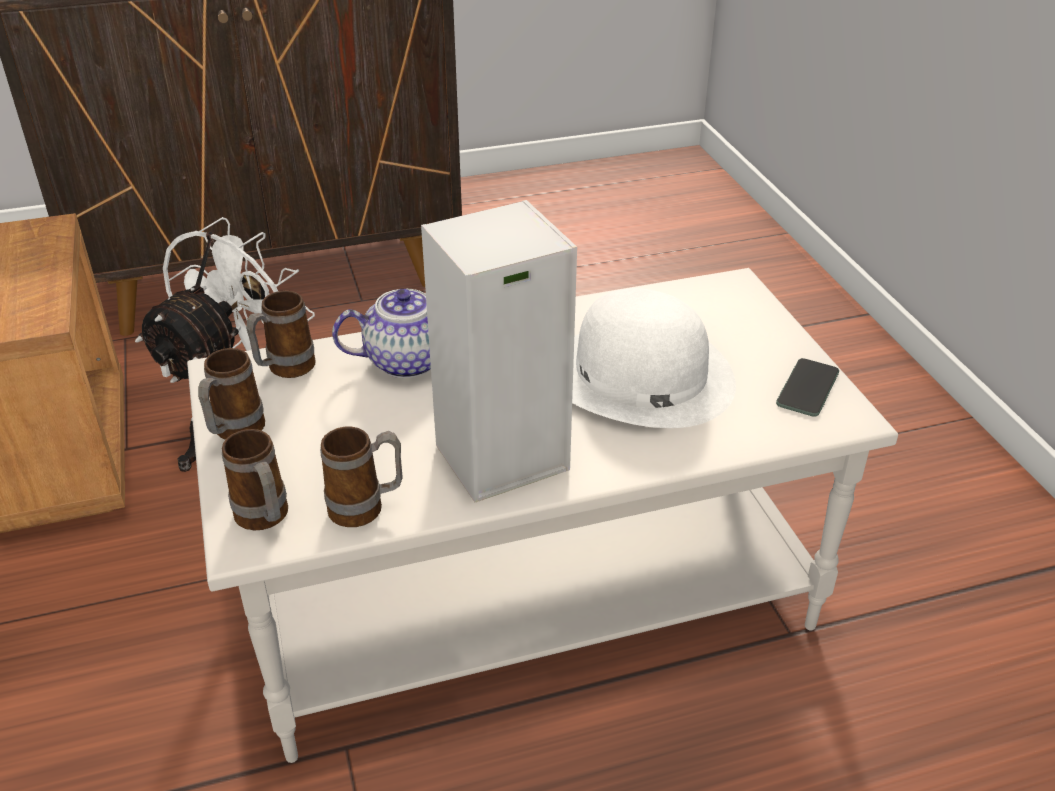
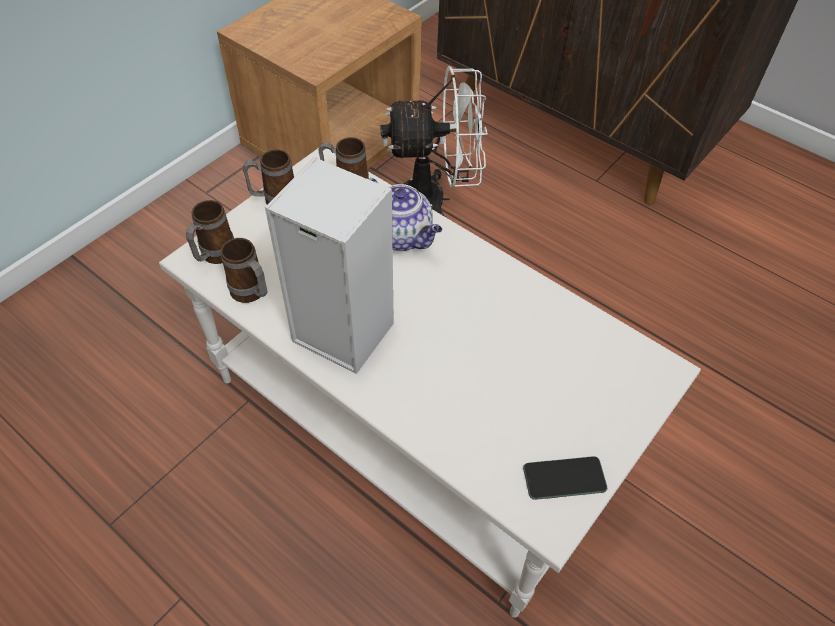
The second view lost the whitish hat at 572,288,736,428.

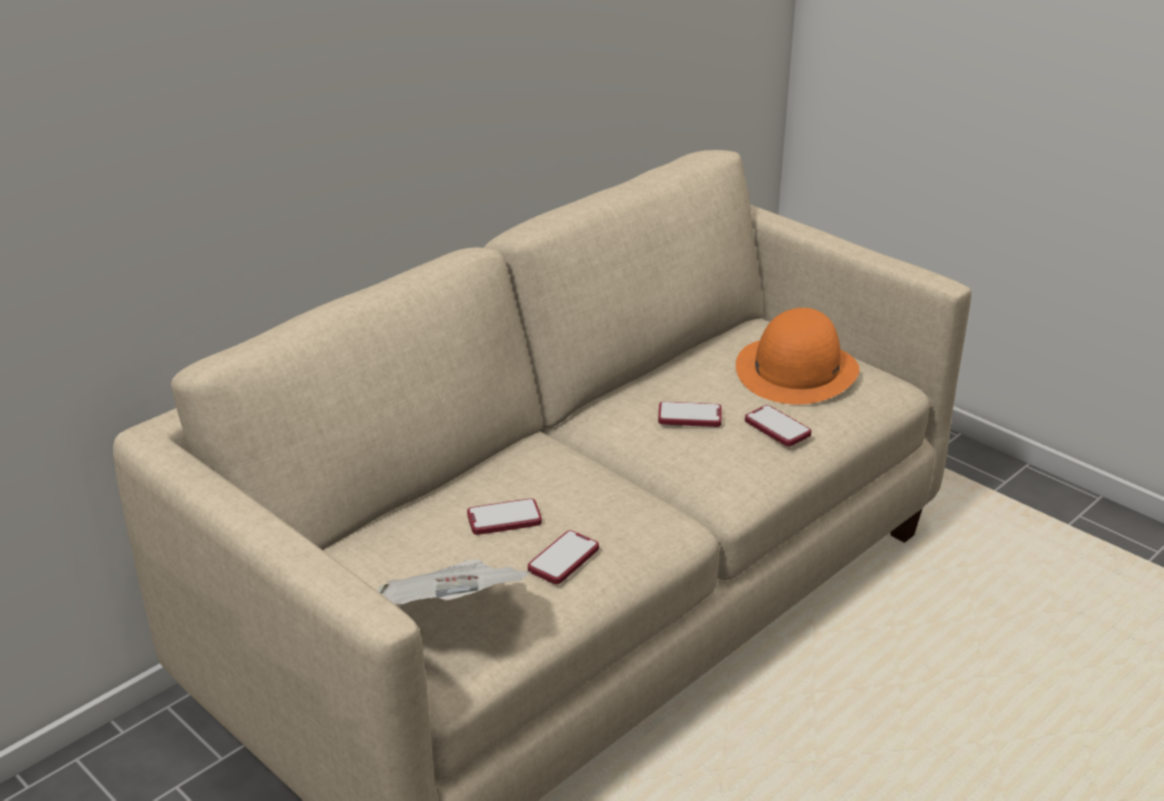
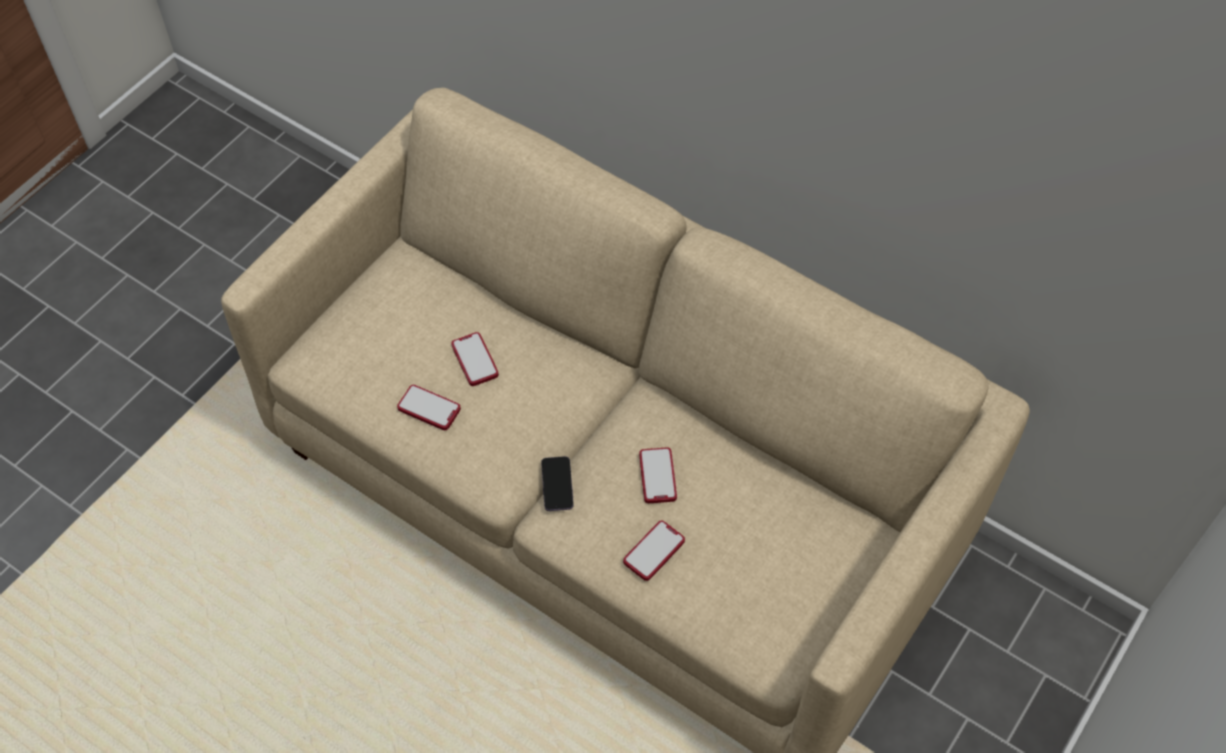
The second view lost the orange hat at 736,308,859,404.
The second view lost the printed paper at 377,559,531,604.
The second view gained the telephone at 541,456,574,511.

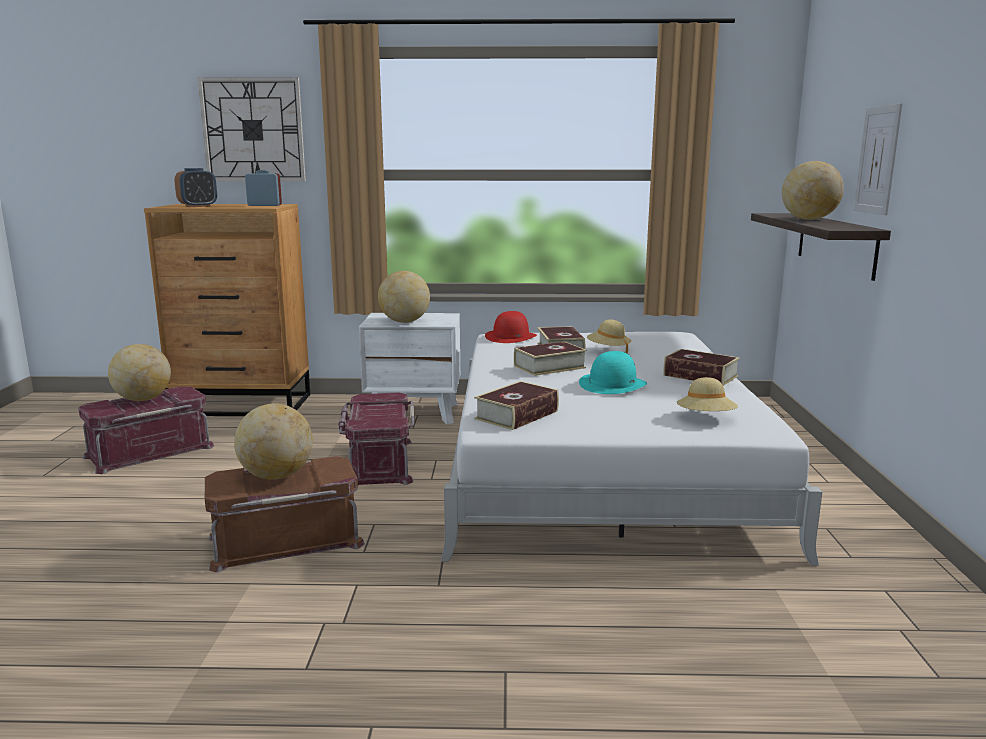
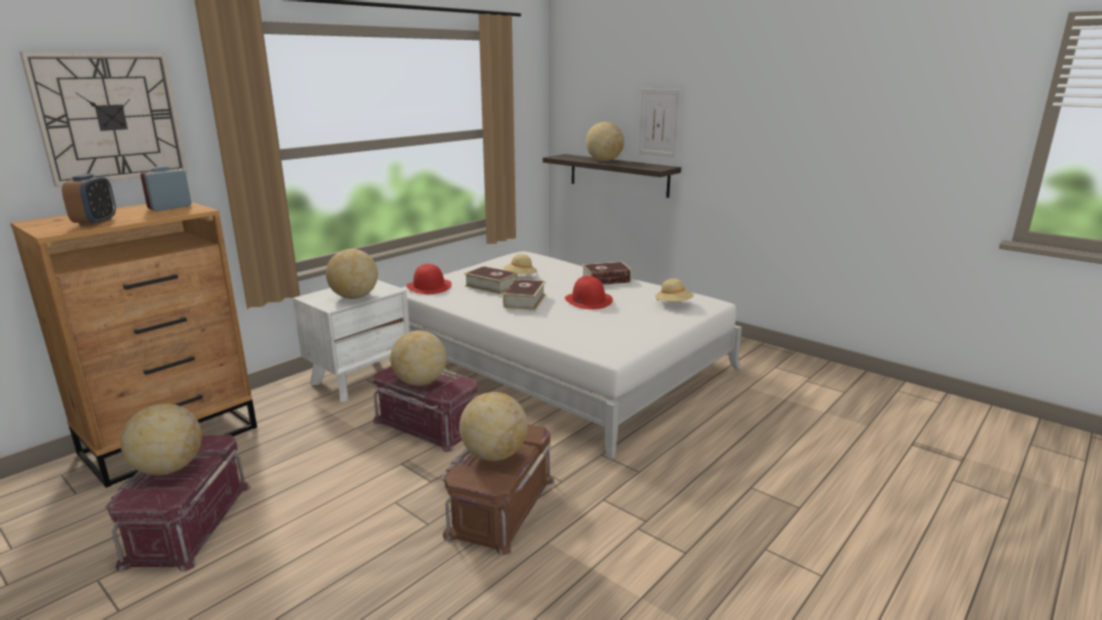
What was the turquoise-coloured hat at 579,351,647,394 turned into the red-coloured hat at 565,276,613,309.
The second view lost the bound book at 474,381,559,430.
The second view gained the globe at 390,330,447,386.

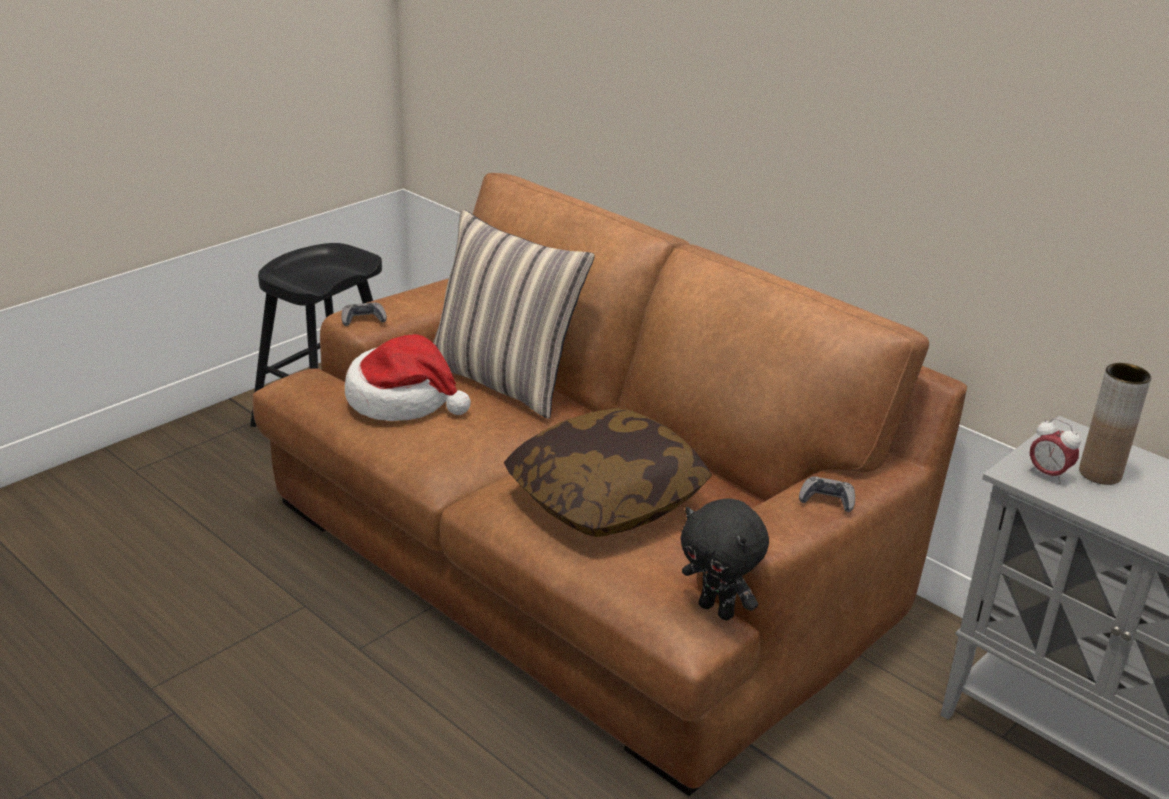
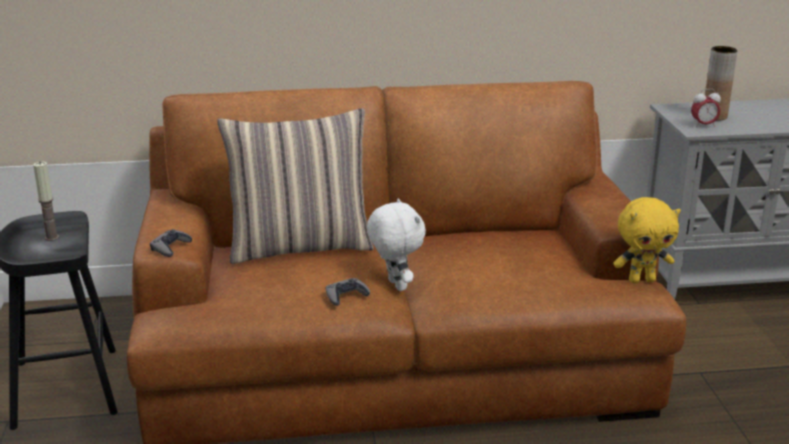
The second view lost the hat at 345,334,471,421.
The second view lost the pillow at 504,408,712,537.
The greyish gamepad ended up elsewhere, having gone from 799,476,855,512 to 326,278,370,306.
What was the black cuddly toy at 681,498,769,620 turned into the yellow-coloured cuddly toy at 613,197,681,283.
The second view gained the wax light at 33,162,59,241.
The second view gained the whitish cuddly toy at 367,198,426,291.

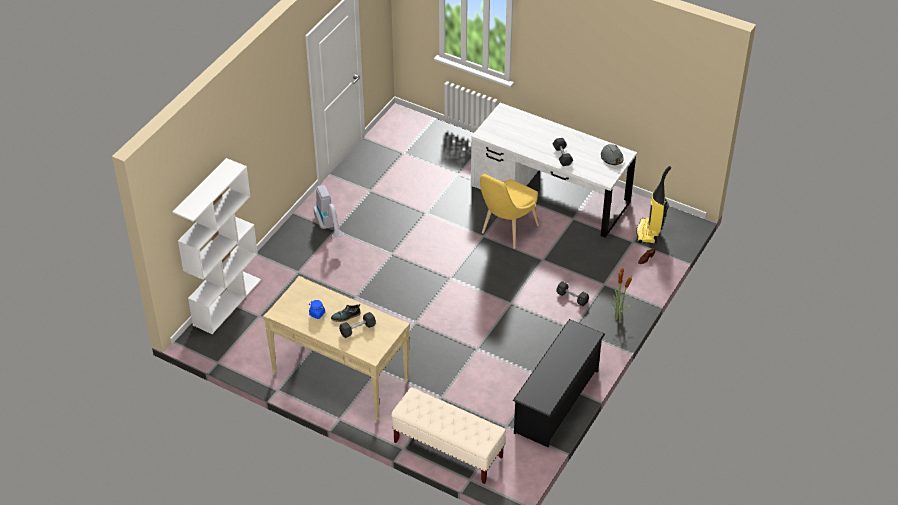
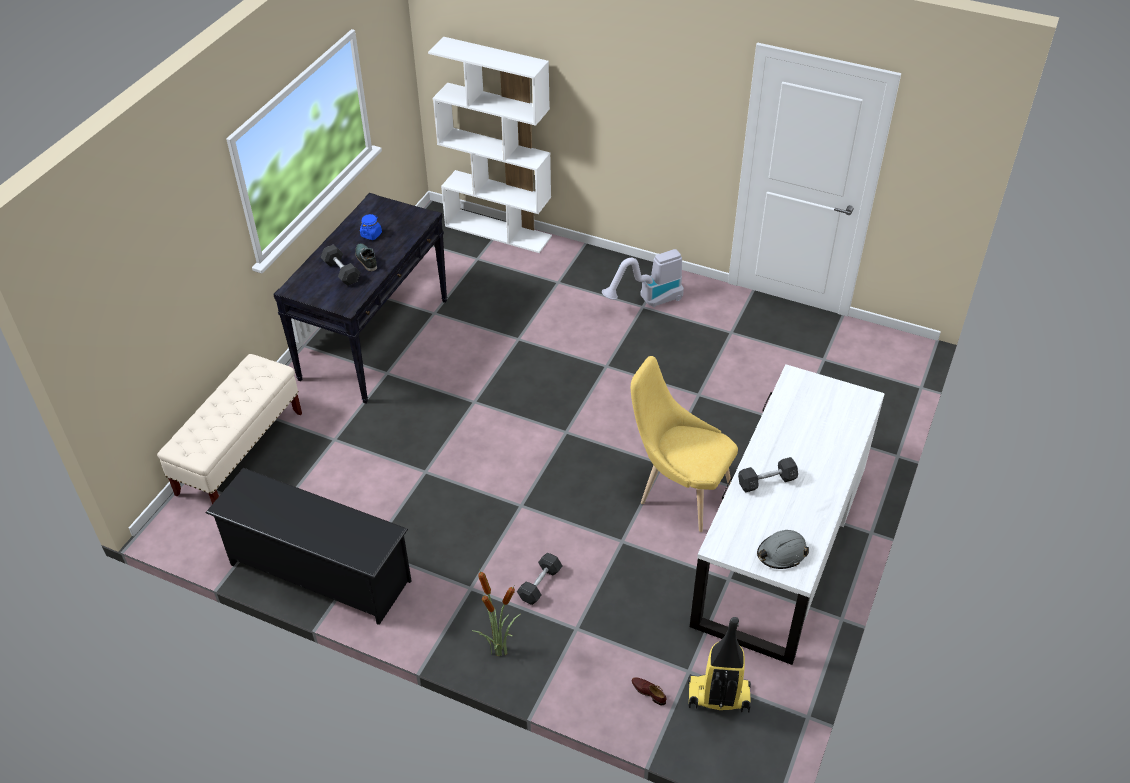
What was the beige-coloured narrow table at 263,276,410,421 turned into the black narrow table at 273,193,448,404.

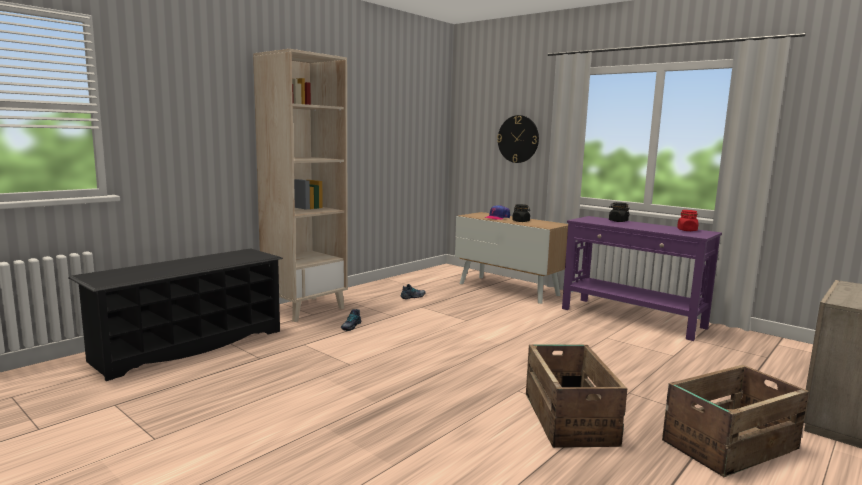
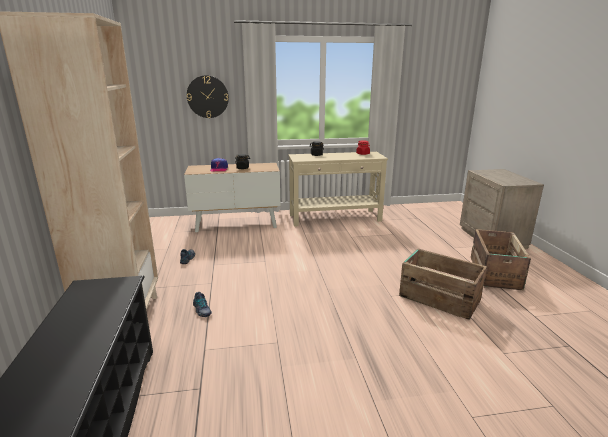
What was the purple-coloured narrow table at 562,216,722,341 turned into the beige-coloured narrow table at 288,152,388,227.

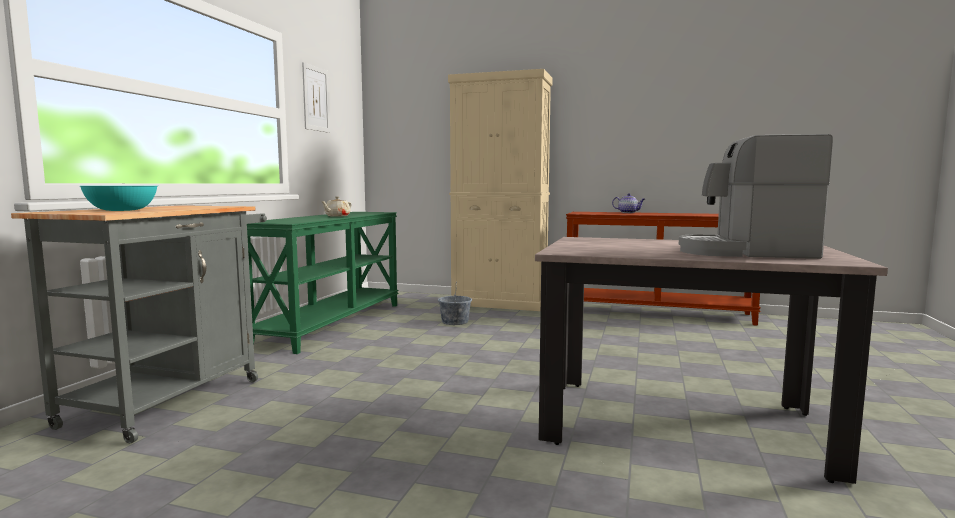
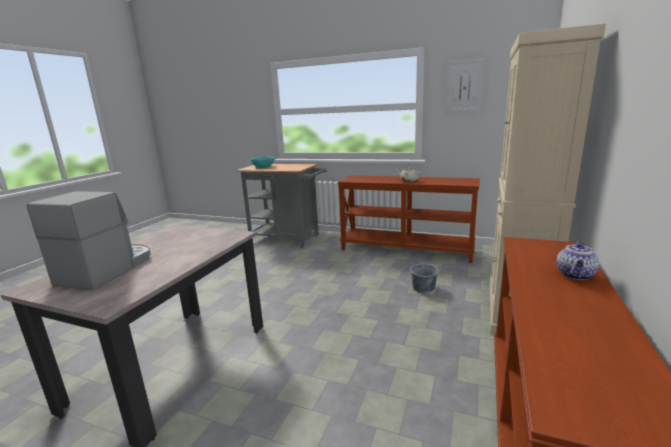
What was the green narrow table at 247,212,399,354 turned into the brownish narrow table at 338,175,480,263.

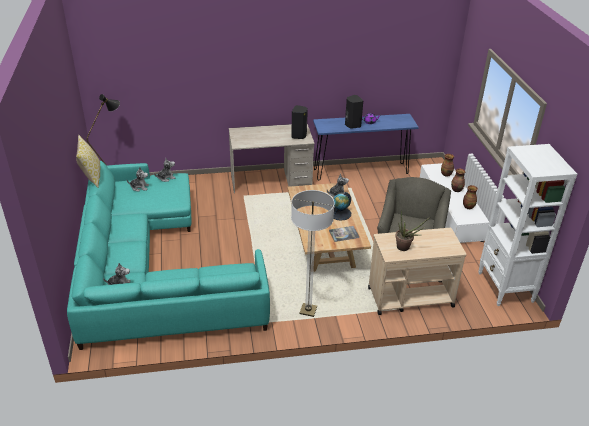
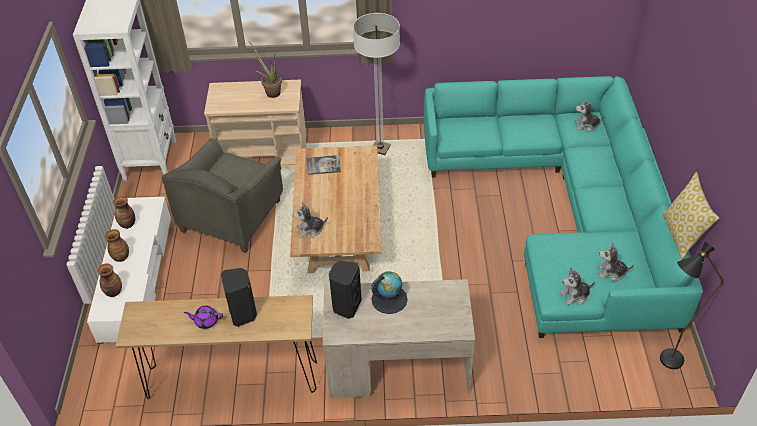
What was the bluish narrow table at 313,114,419,181 turned into the brownish narrow table at 116,295,317,399.
The globe ended up elsewhere, having gone from 334,192,351,221 to 371,271,408,314.

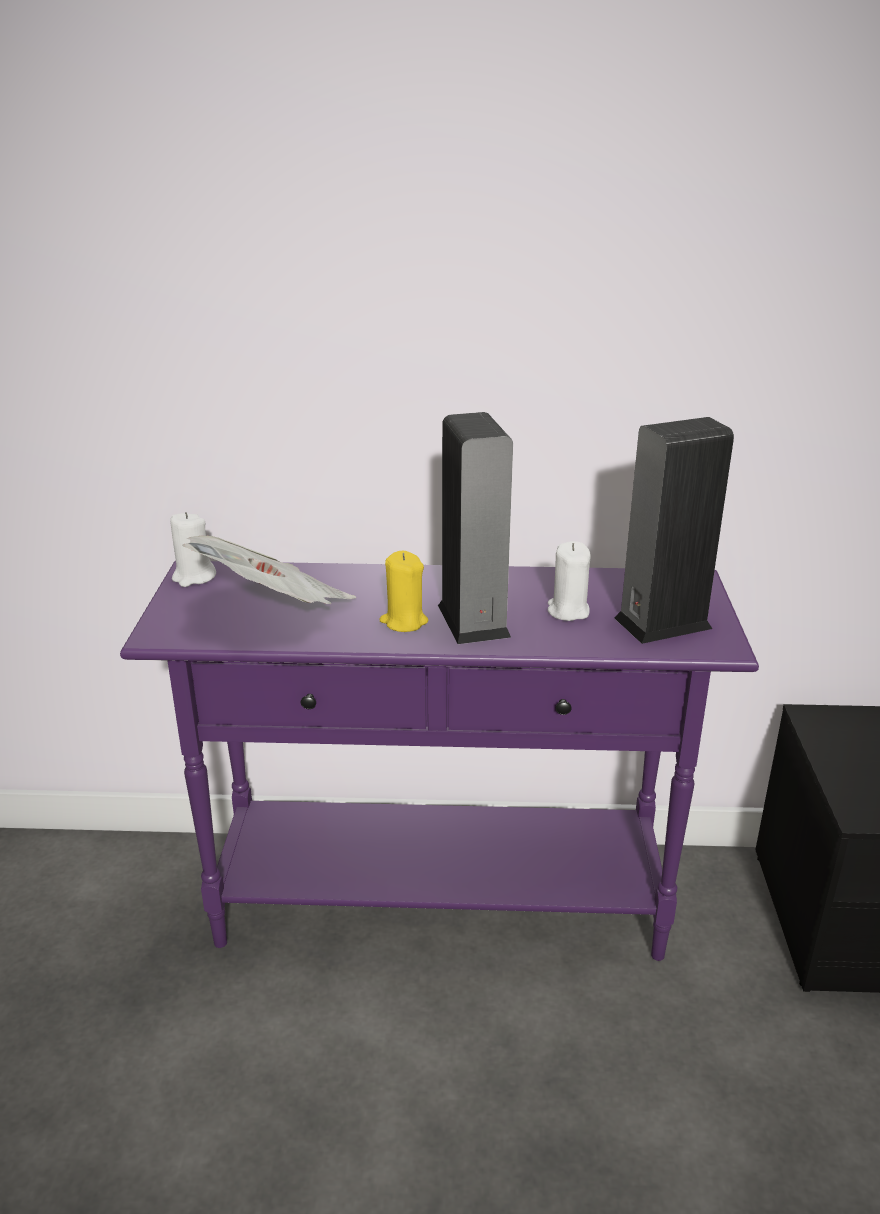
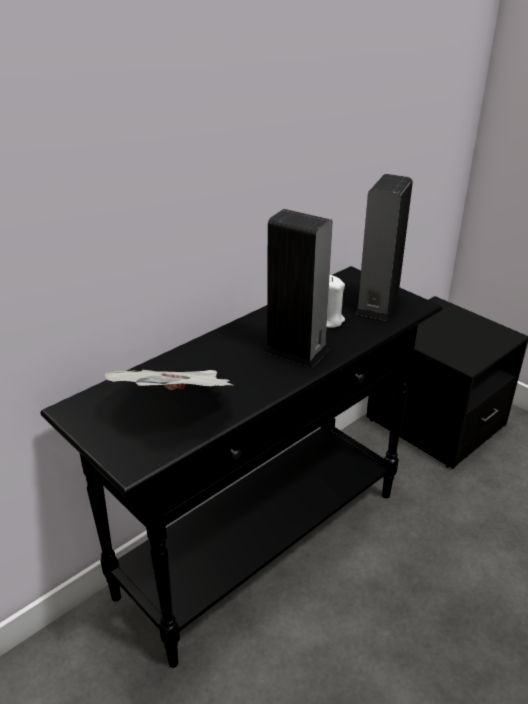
The second view lost the whitish wax light at 170,512,216,587.
The second view lost the yellow-coloured wax light at 379,551,429,632.
What was the purple-coloured narrow table at 120,561,759,961 turned into the black narrow table at 40,266,442,668.

